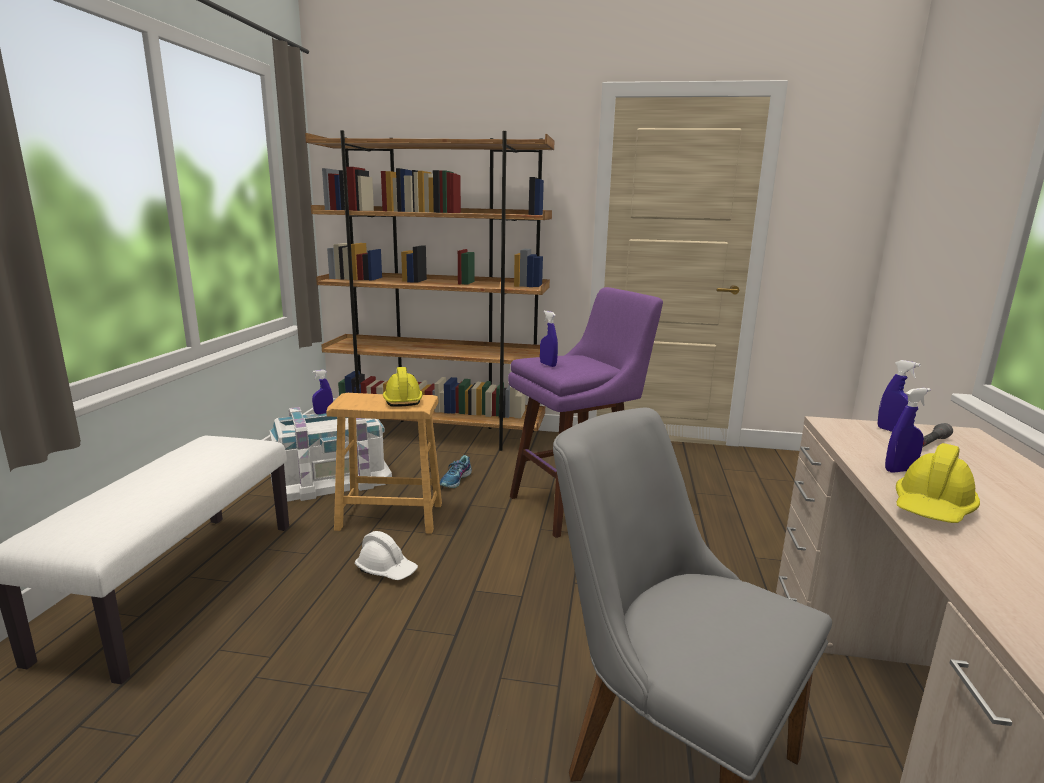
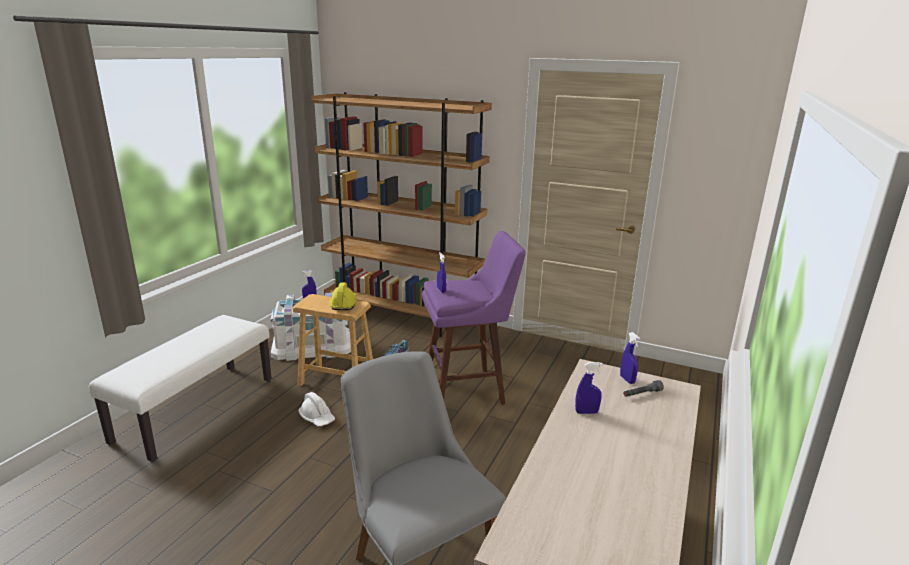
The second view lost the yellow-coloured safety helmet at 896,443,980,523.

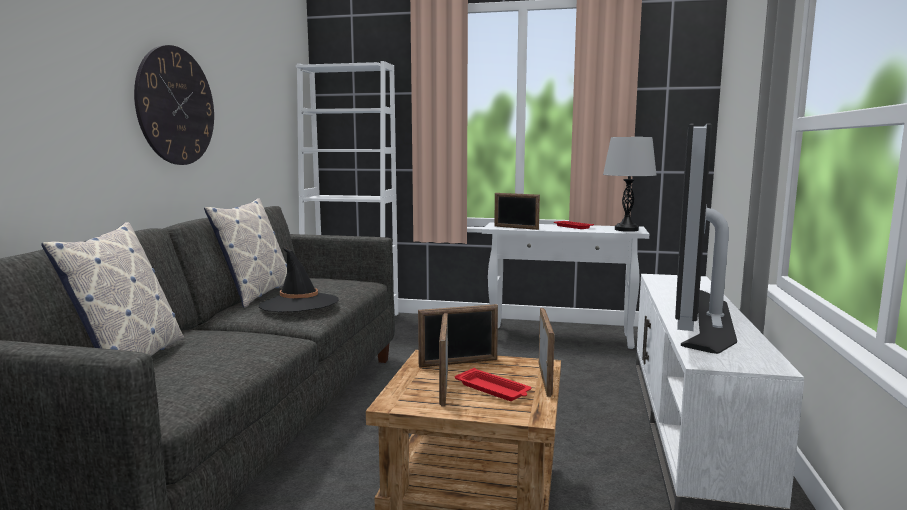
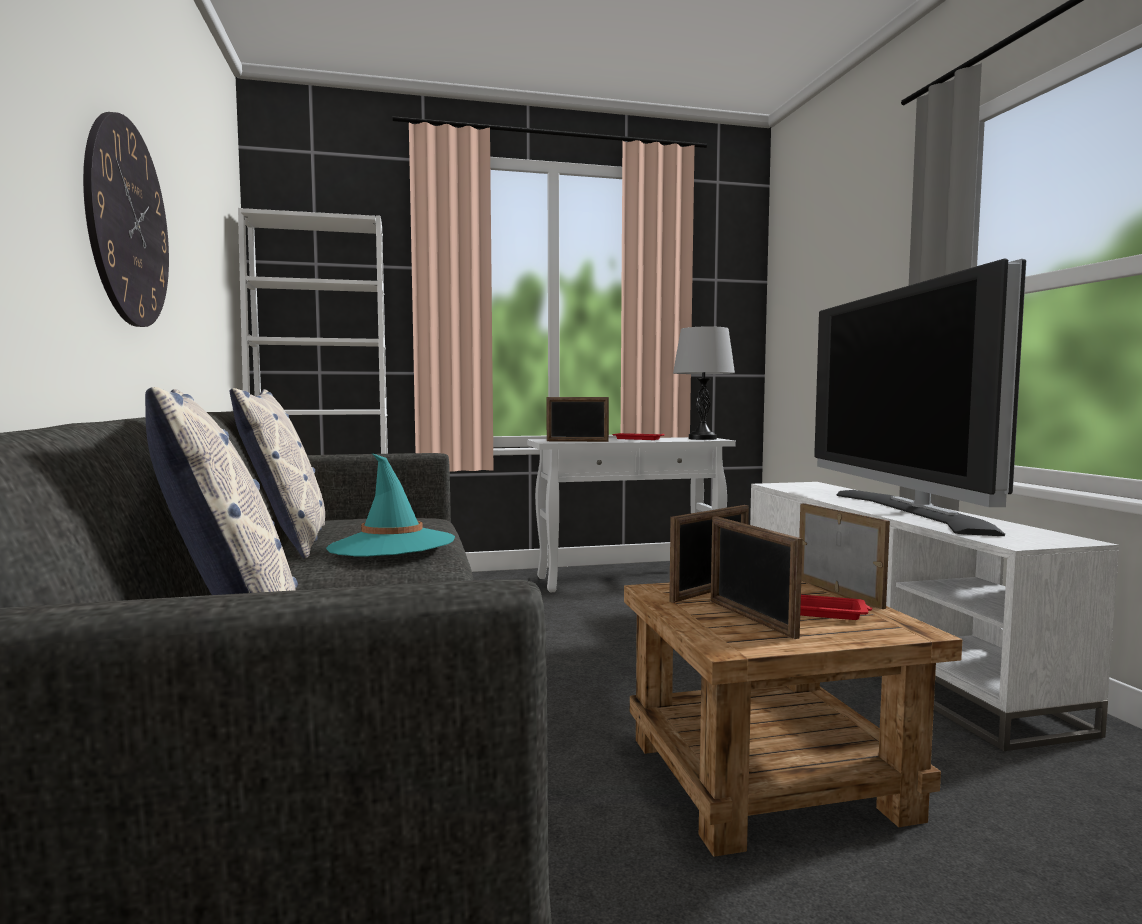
What was the black hat at 258,248,339,312 turned into the turquoise-coloured hat at 326,453,455,557.

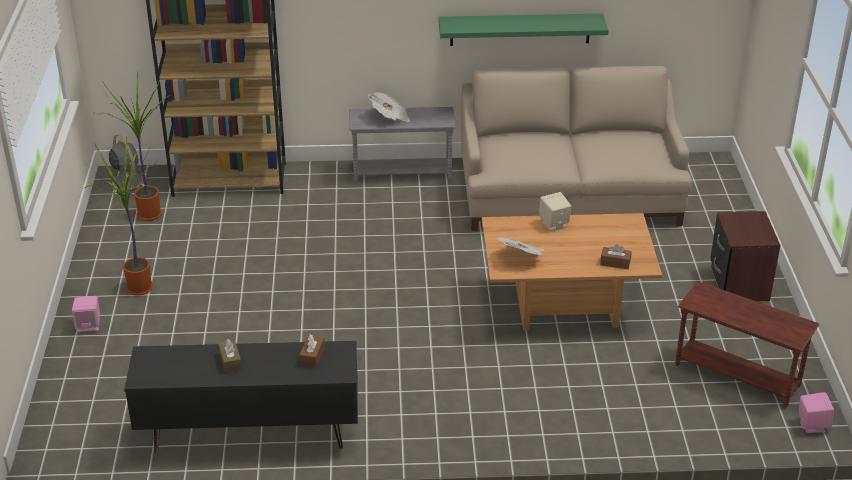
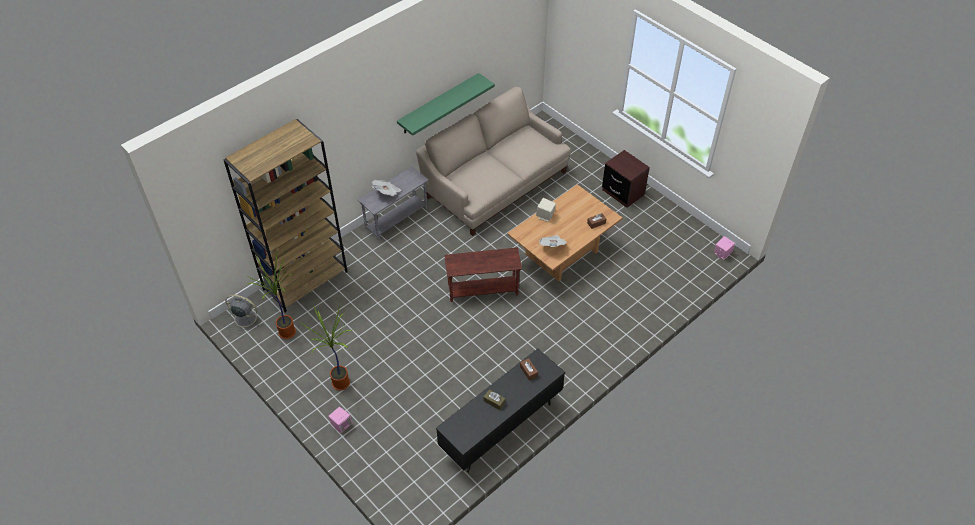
The brownish end table ended up elsewhere, having gone from 675,281,819,407 to 444,248,522,302.

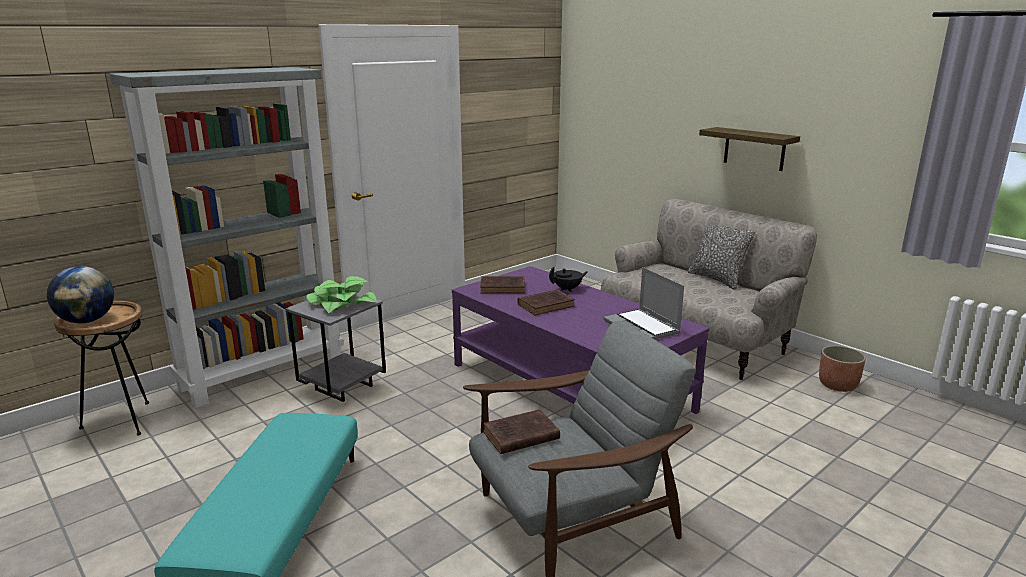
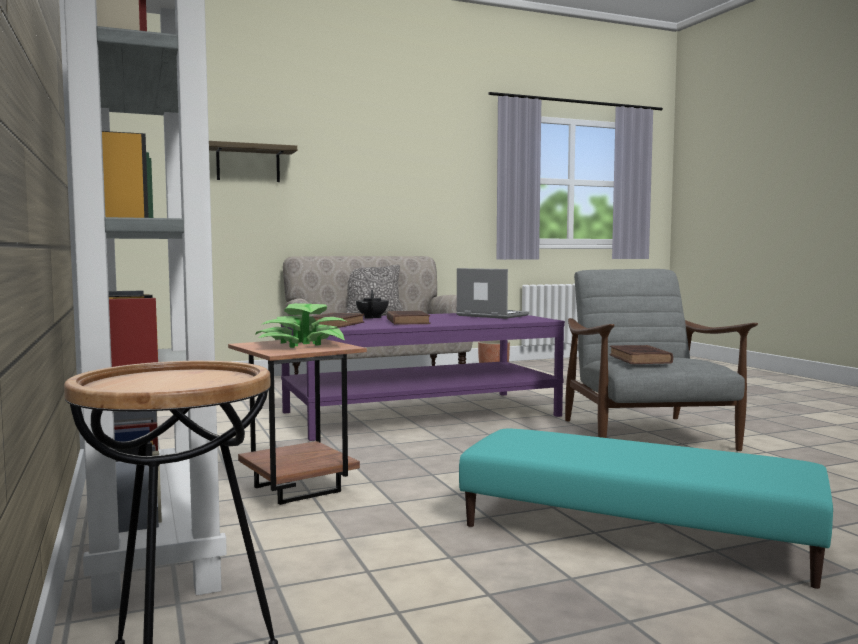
The bracket shelf ended up elsewhere, having gone from 699,127,800,171 to 209,141,297,182.
The second view lost the globe at 47,266,114,323.
The notebook computer at 603,267,684,339 ended up facing another way, 135 degrees counterclockwise from before.
What was the greyish end table at 285,294,386,402 turned into the brownish end table at 228,339,367,505.

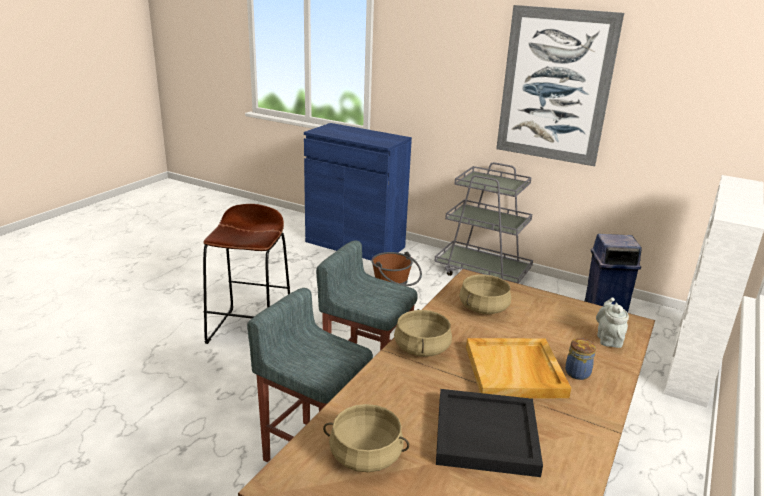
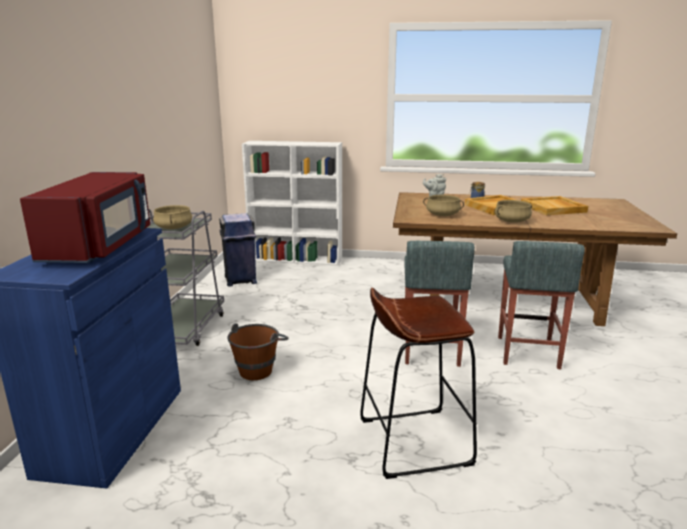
The second view lost the wall art at 496,5,624,166.
What was the black serving tray at 436,389,543,477 turned into the beige-coloured serving tray at 521,196,588,215.
The beige-coloured cooking pot ended up elsewhere, having gone from 323,404,409,472 to 153,205,192,229.
The second view gained the red-coloured kitchen microwave at 20,172,150,263.

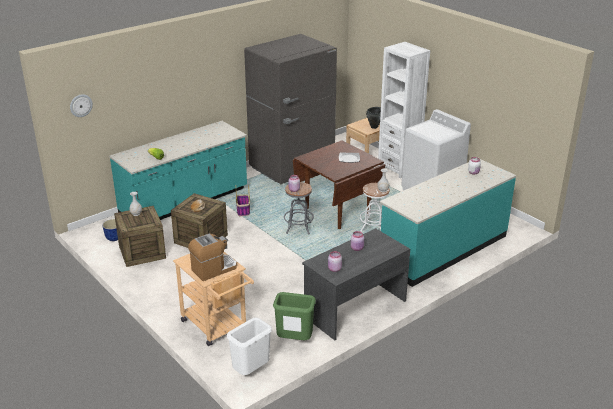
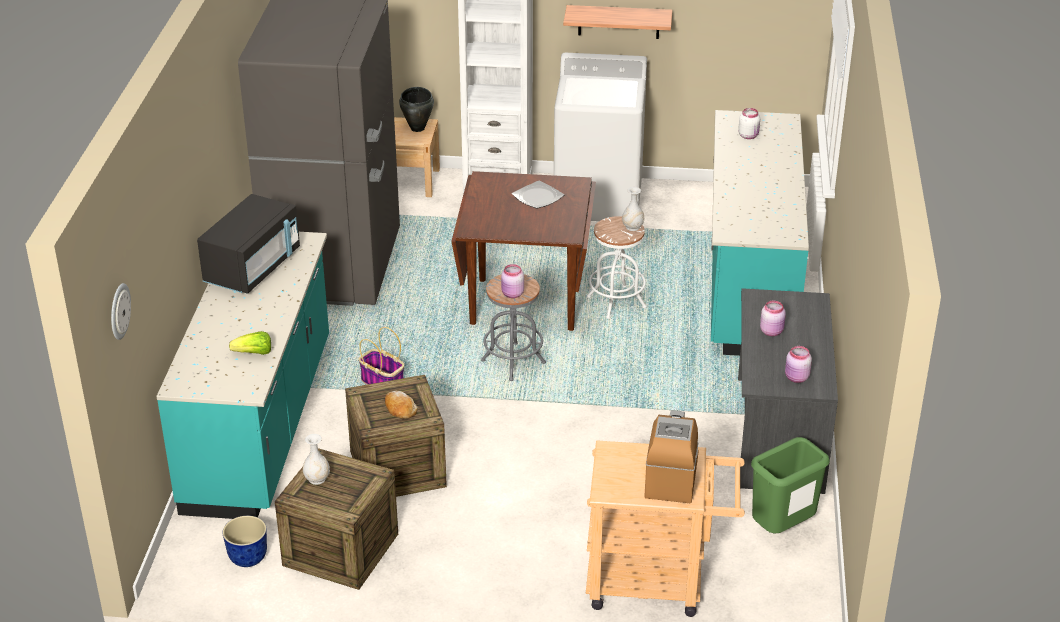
The second view lost the whitish waste bin at 227,317,272,375.
The second view gained the bracket shelf at 563,5,672,39.
The second view gained the black kitchen microwave at 197,194,300,294.

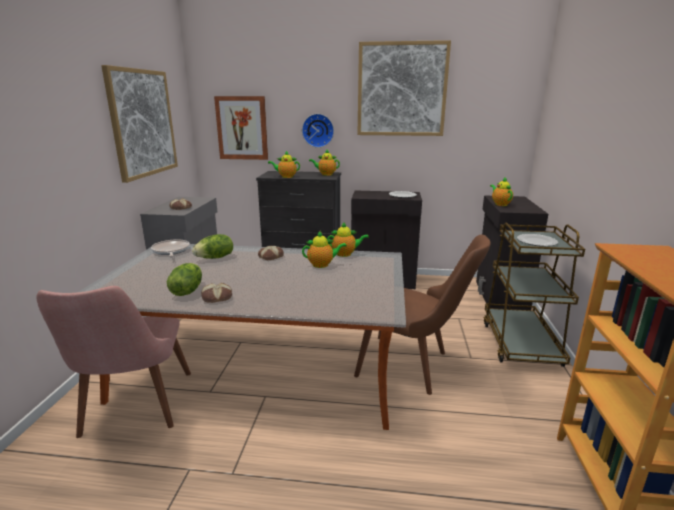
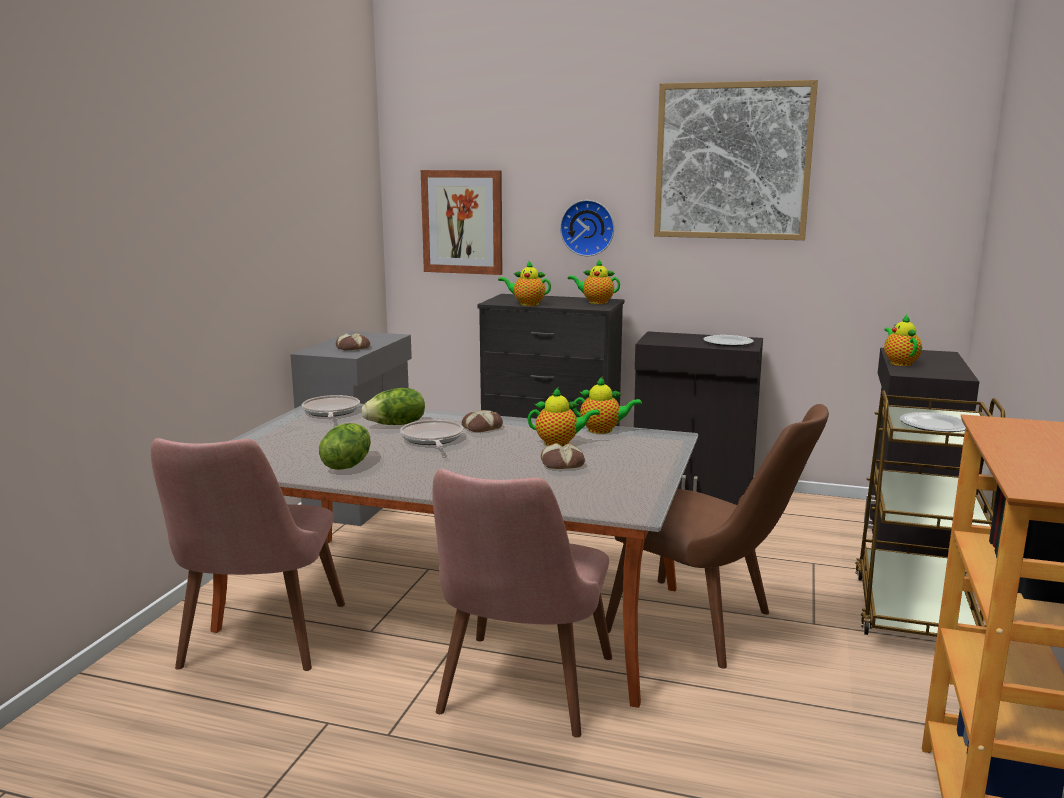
The second view lost the wall art at 101,65,178,183.
The bakery bread ended up elsewhere, having gone from 201,283,232,303 to 541,443,585,469.
The second view gained the pan at 400,420,463,447.
The second view gained the pink-coloured plain chair at 432,469,612,738.

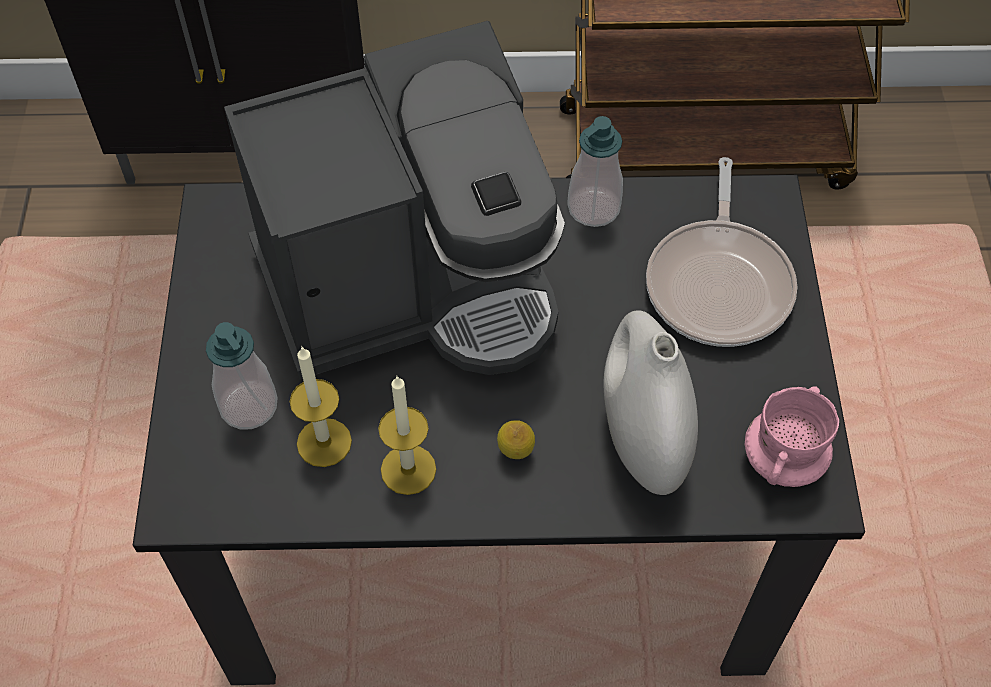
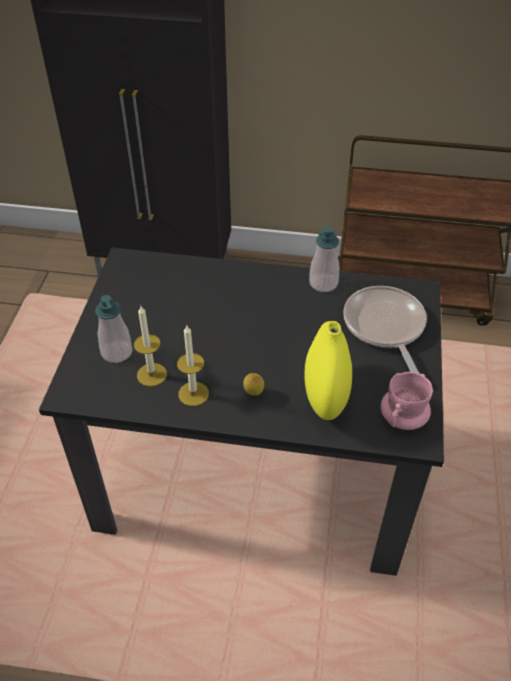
The second view lost the coffee machine at 224,21,565,379.
The pan at 646,157,797,347 ended up facing another way, 150 degrees clockwise from before.
What was the whitish decorative vase at 604,310,698,495 turned into the yellow-coloured decorative vase at 304,321,352,420.

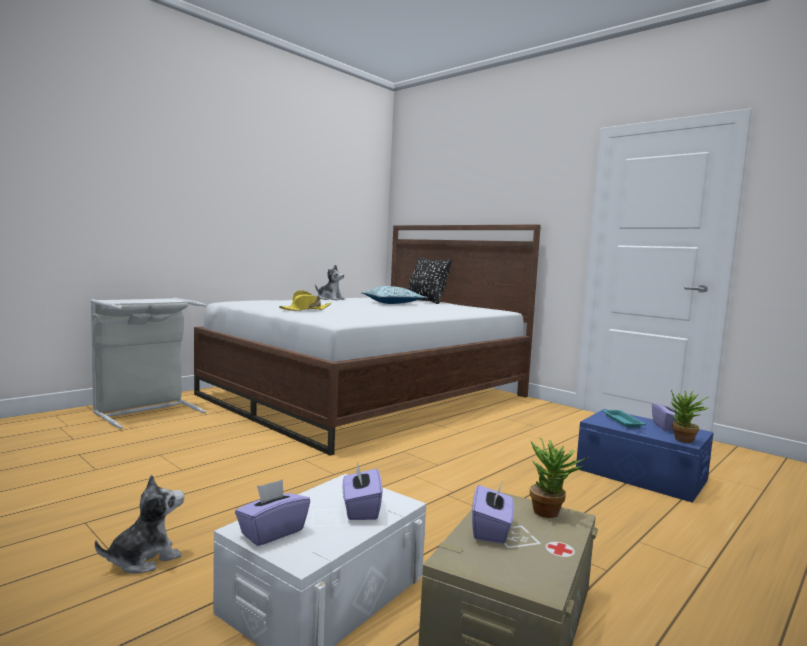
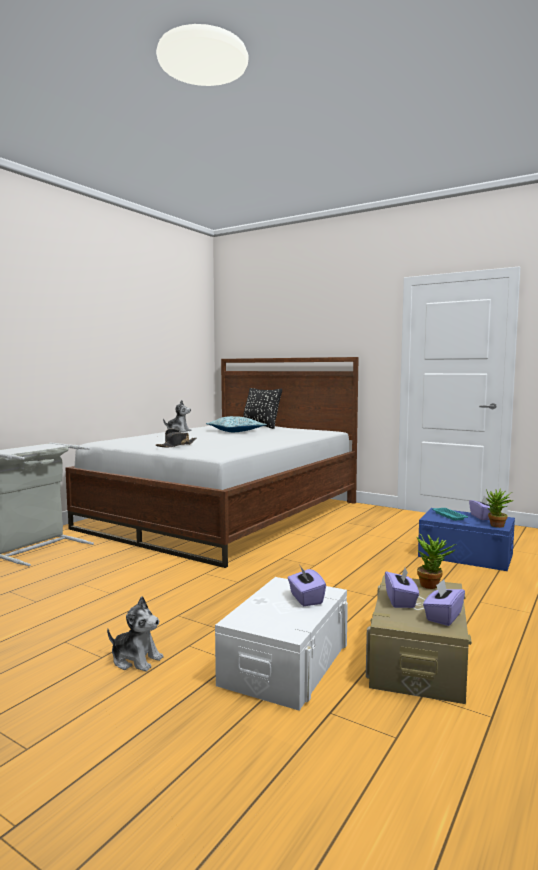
What was the yellow-coloured hat at 279,290,331,311 turned into the black hat at 156,429,196,447.
The cuddly toy at 95,475,184,574 ended up facing another way, 75 degrees clockwise from before.
The purple-coloured tissue holder ended up elsewhere, having gone from 235,479,310,546 to 423,579,465,626.

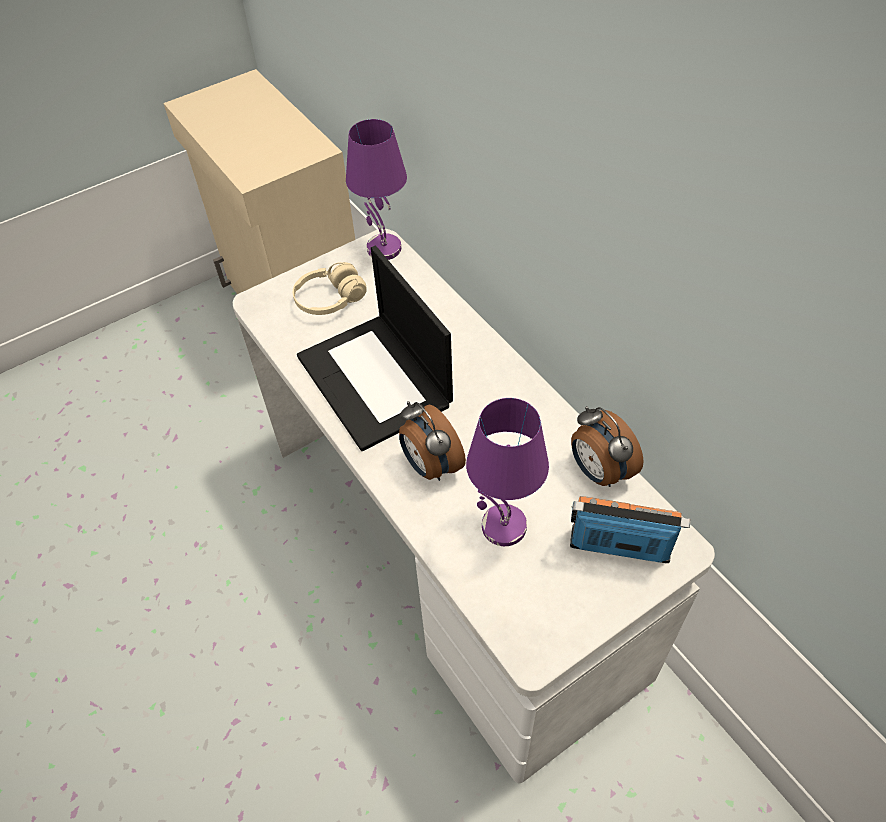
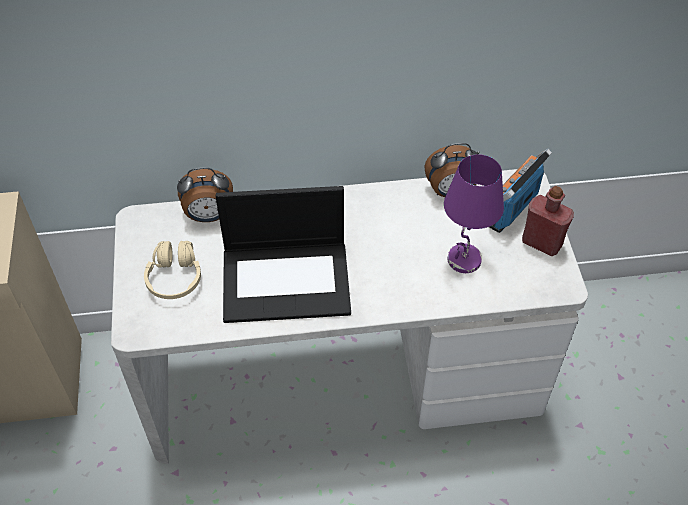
The second view lost the purple-coloured lamp for a table at 346,119,407,260.
The table clock ended up elsewhere, having gone from 399,401,466,481 to 177,167,233,222.
The second view gained the red-coloured bottle at 522,186,574,256.

